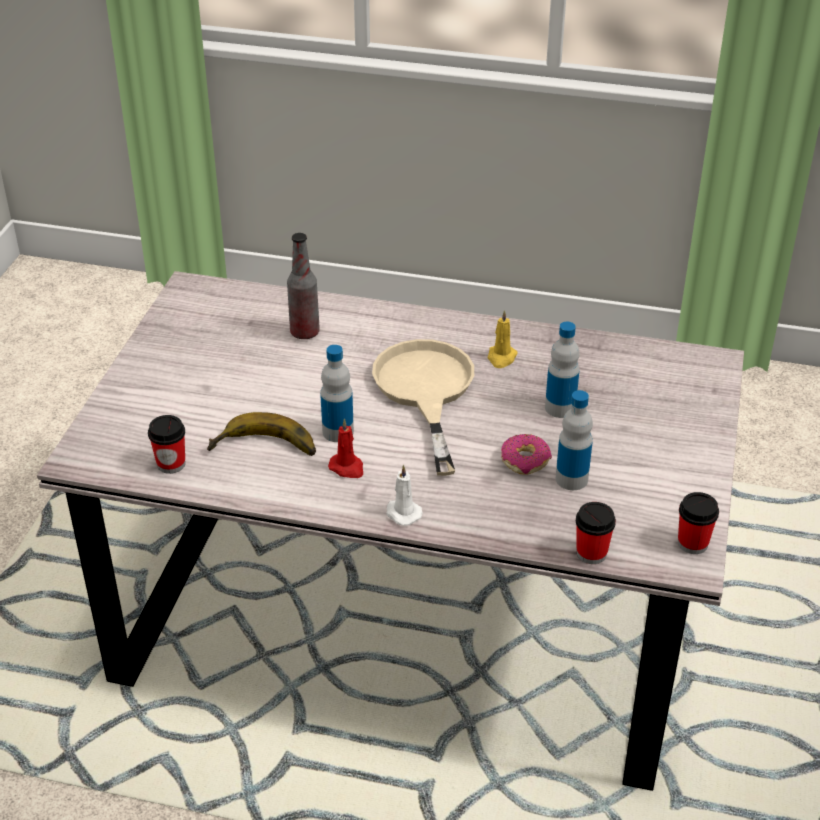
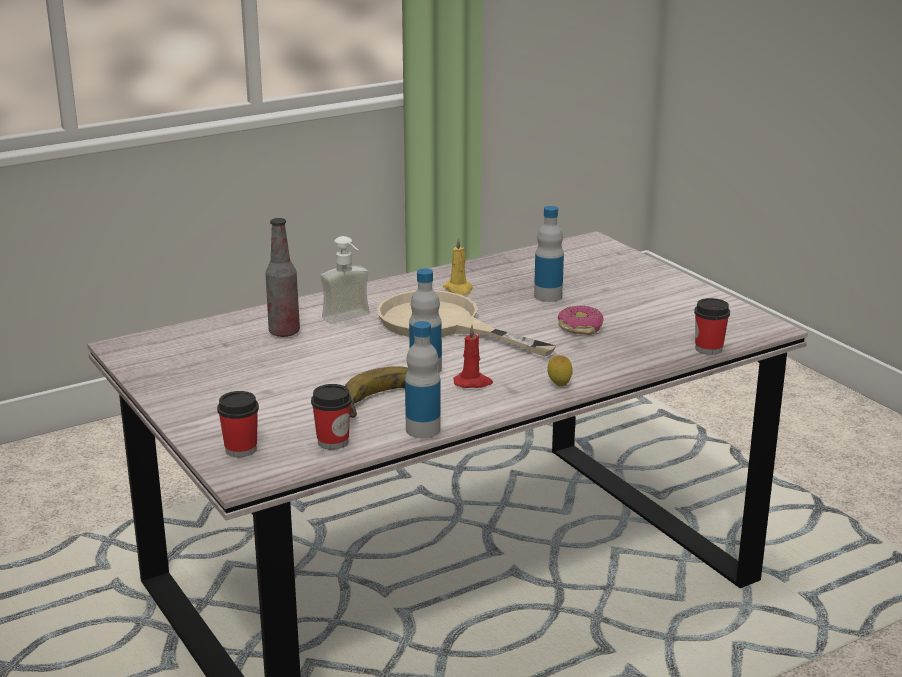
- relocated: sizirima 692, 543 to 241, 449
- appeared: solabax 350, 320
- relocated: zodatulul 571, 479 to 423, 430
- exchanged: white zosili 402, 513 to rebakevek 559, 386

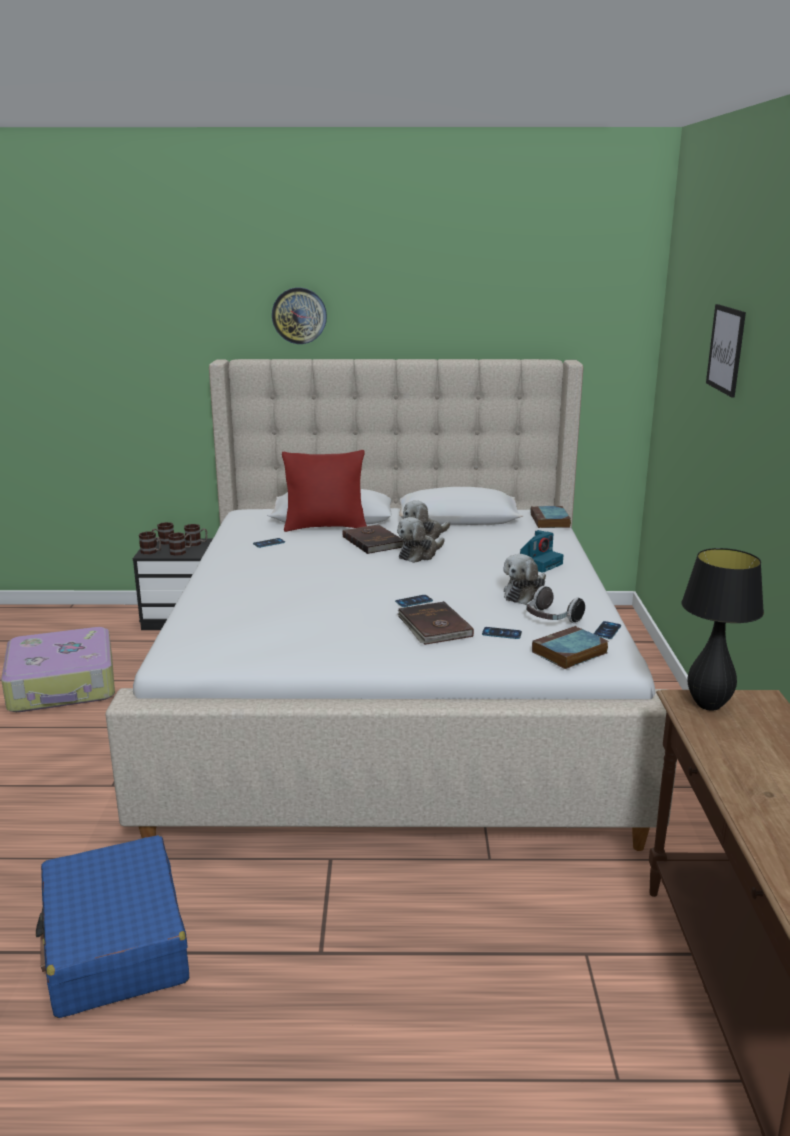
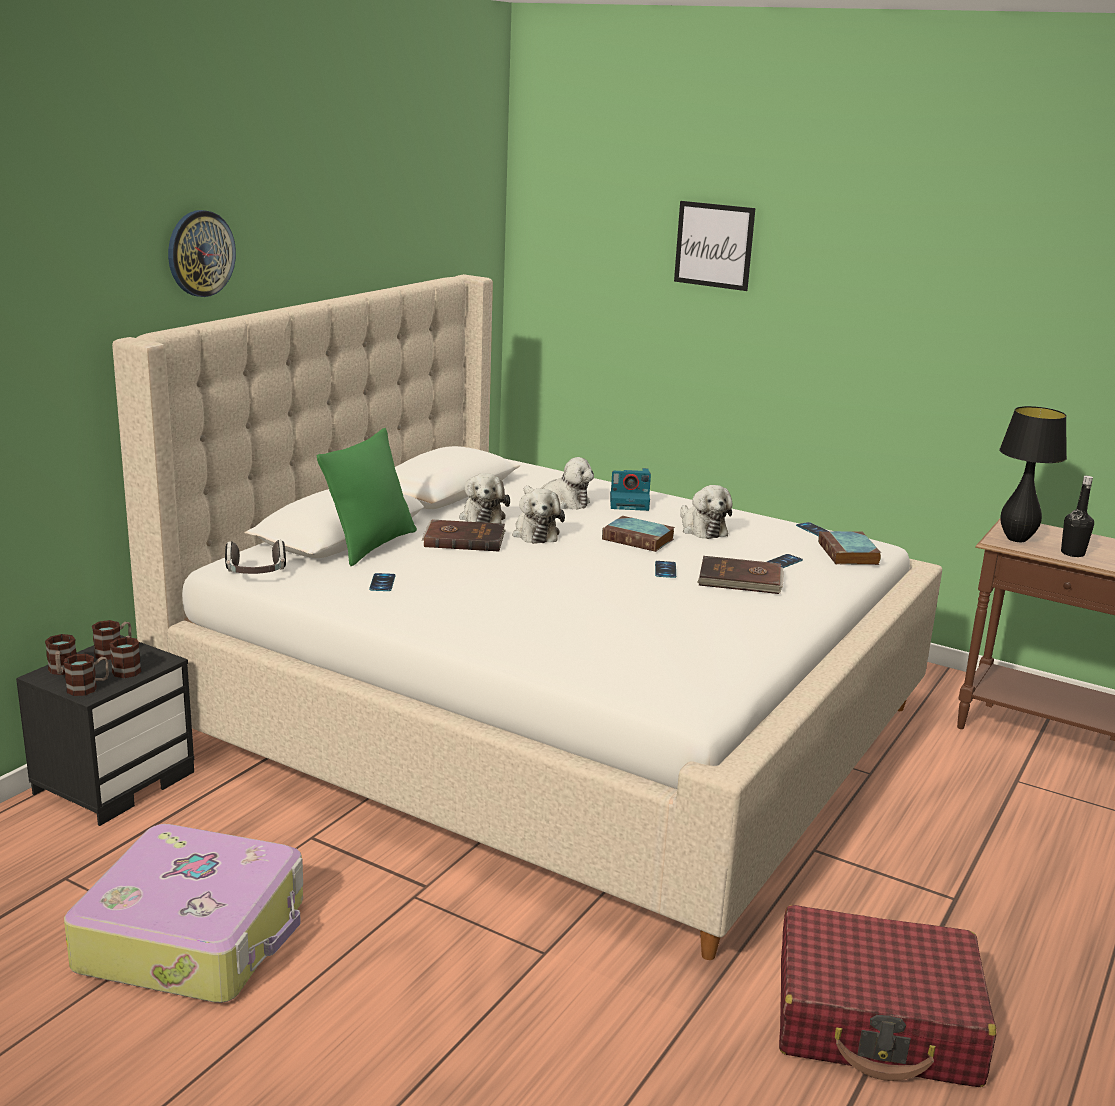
- relocated: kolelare 551, 619 to 256, 574
- colour: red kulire 325, 527 to green kulire 371, 545
- appeared: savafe 562, 502
- relocated: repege 550, 521 to 639, 539
- spun: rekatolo 538, 563 = 630, 503 105 degrees clockwise
- colour: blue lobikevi 115, 943 to red lobikevi 876, 1021
- appeared: black zodatulul 1072, 553

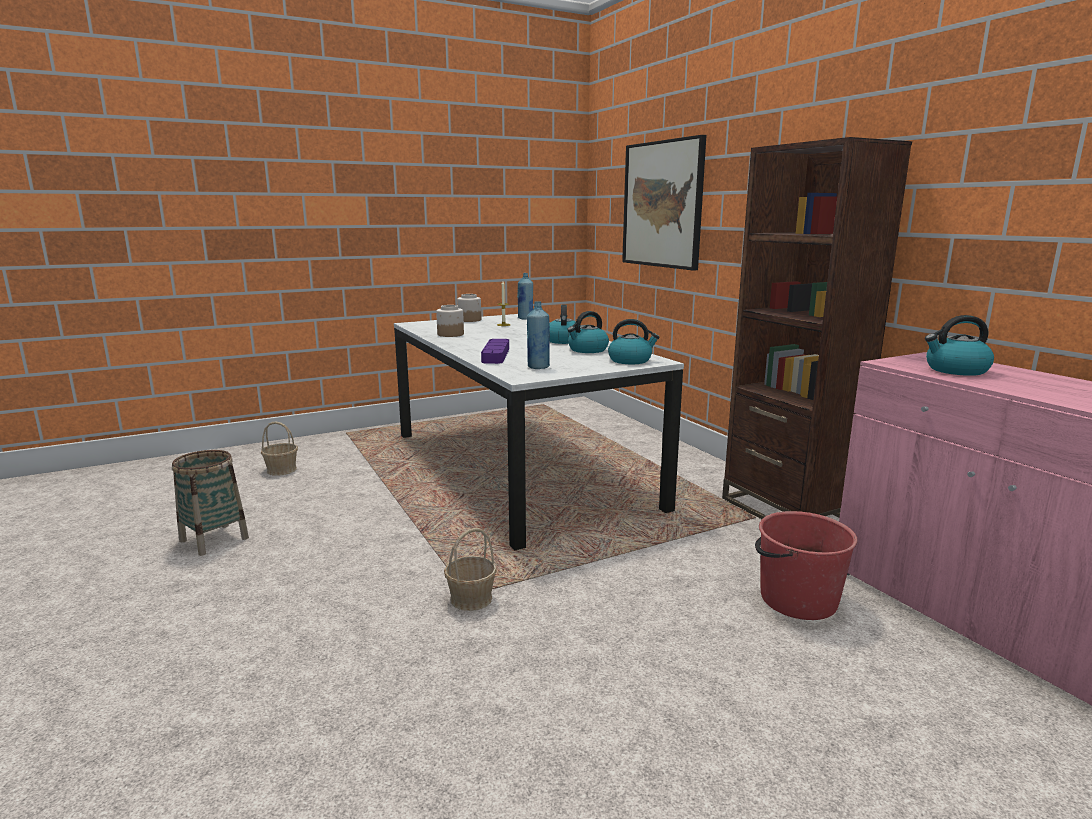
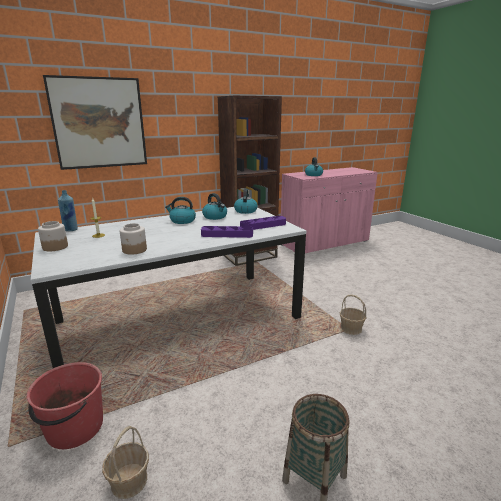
- relocated: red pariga 796, 599 to 74, 428
- exchanged: blue zodatulul 538, 367 to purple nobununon 263, 226

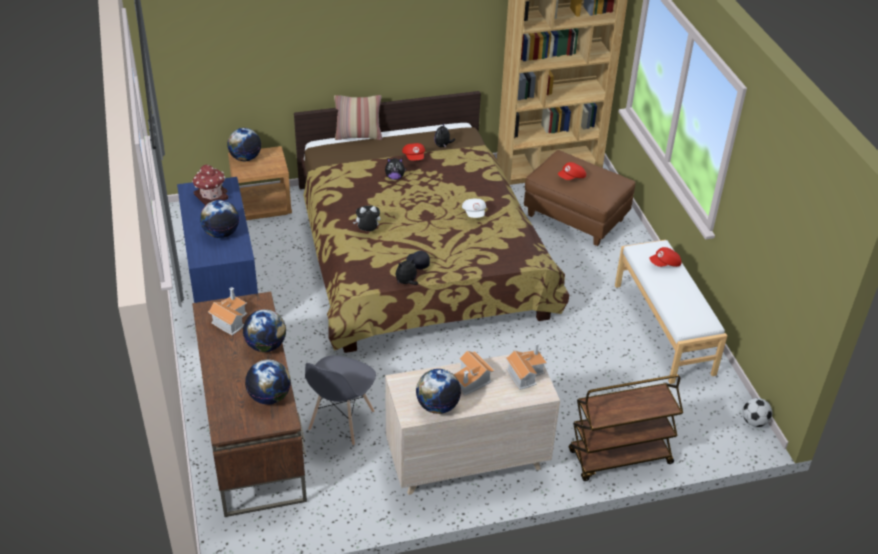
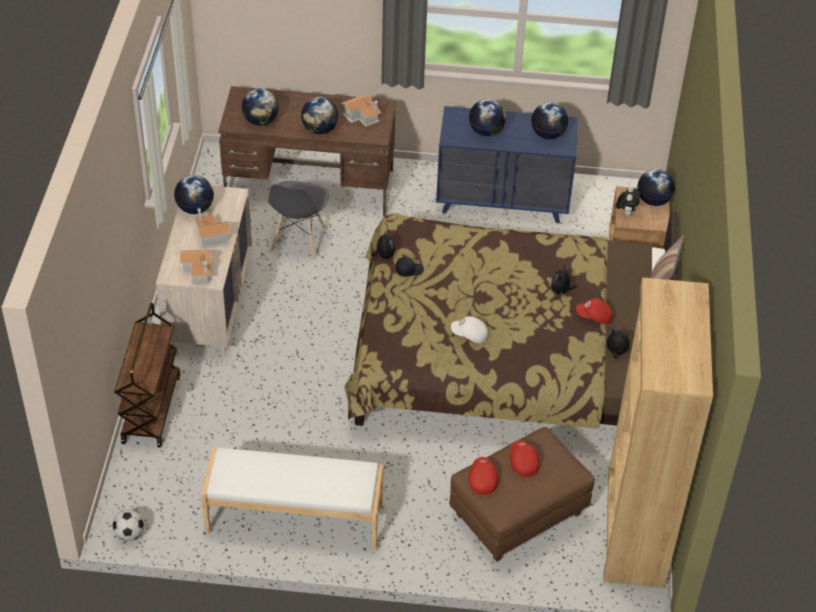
- spun: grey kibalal 341, 421 = 298, 240 120 degrees counterclockwise
- relocated: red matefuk 665, 264 to 482, 480
- exchanged: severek 211, 196 to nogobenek 548, 134
- relocated: savafe 367, 231 to 626, 213

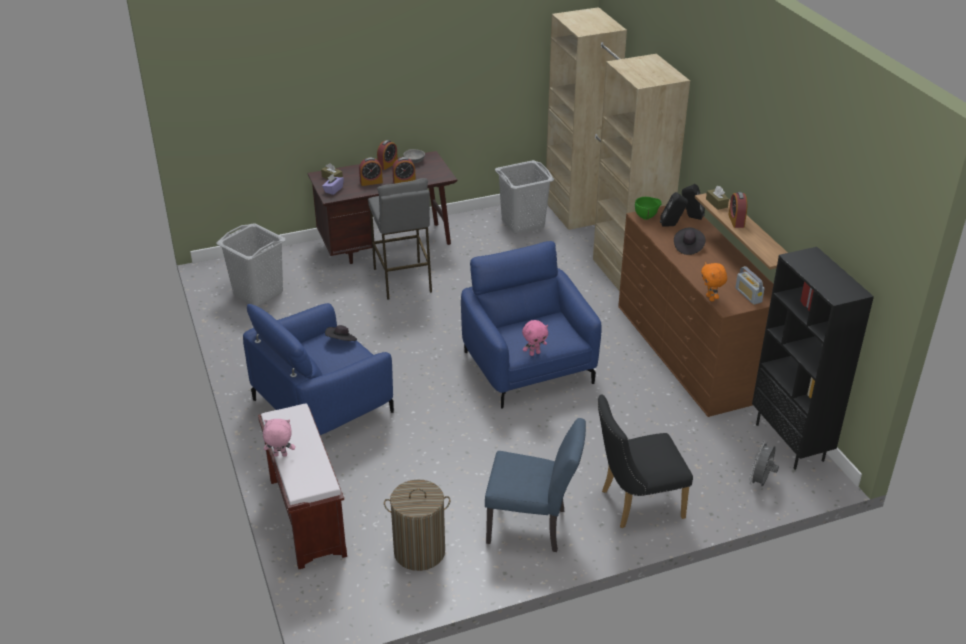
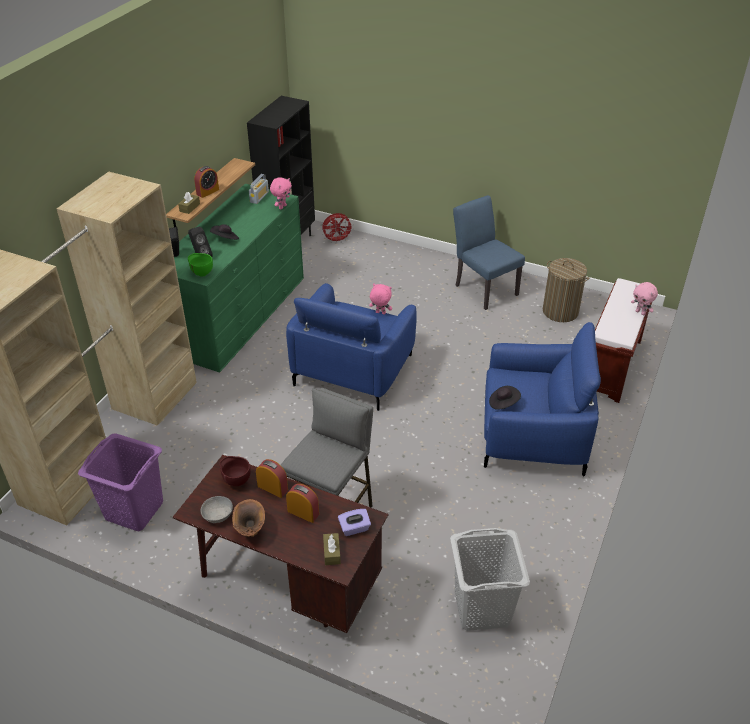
- colour: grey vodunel 522, 223 to purple vodunel 134, 510
- colour: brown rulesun 691, 351 to green rulesun 238, 314
- appeared: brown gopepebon 236, 481
- exchanged: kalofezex 387, 164 to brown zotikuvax 250, 531
- colour: orange savafe 711, 298 to pink savafe 282, 207
- colour: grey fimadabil 760, 482 to red fimadabil 337, 240
- missing: black kibalal 635, 504

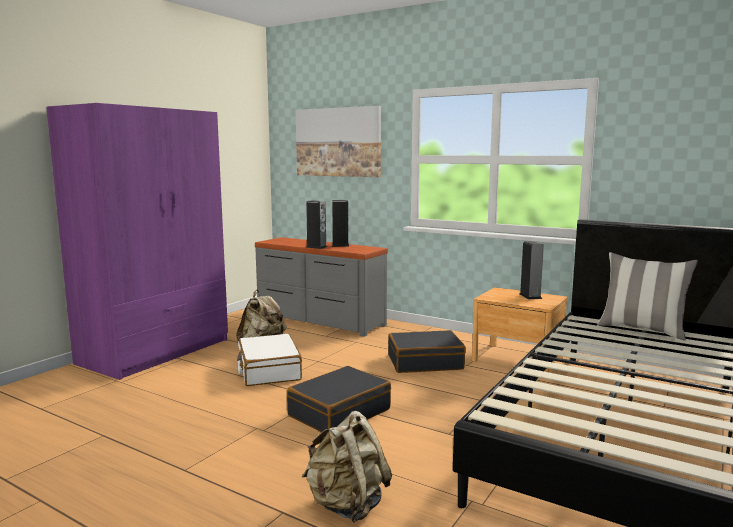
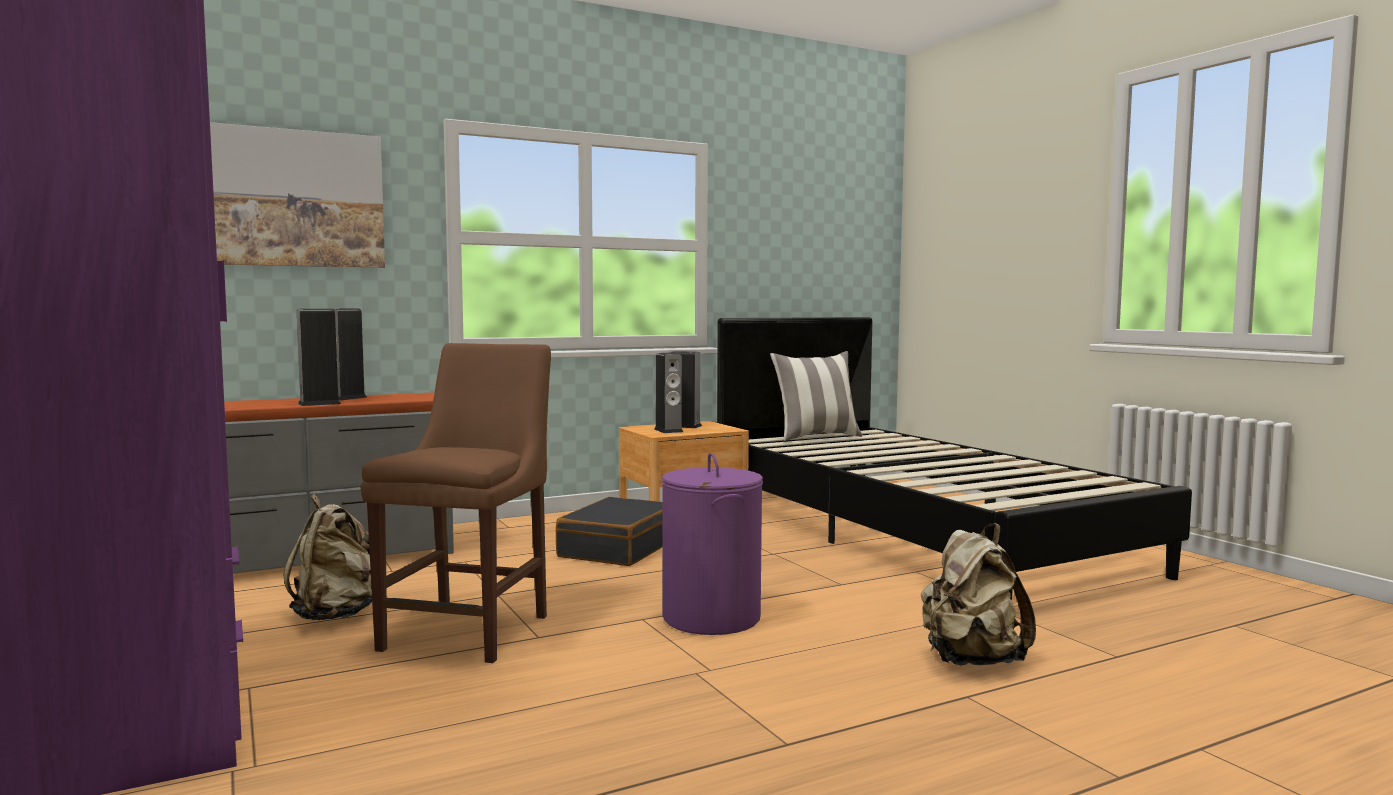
- exchanged: white lobikevi 268, 370 to brown kibalal 471, 629
- appeared: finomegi 668, 430
- exchanged: black lobikevi 339, 412 to purple vodunel 712, 618

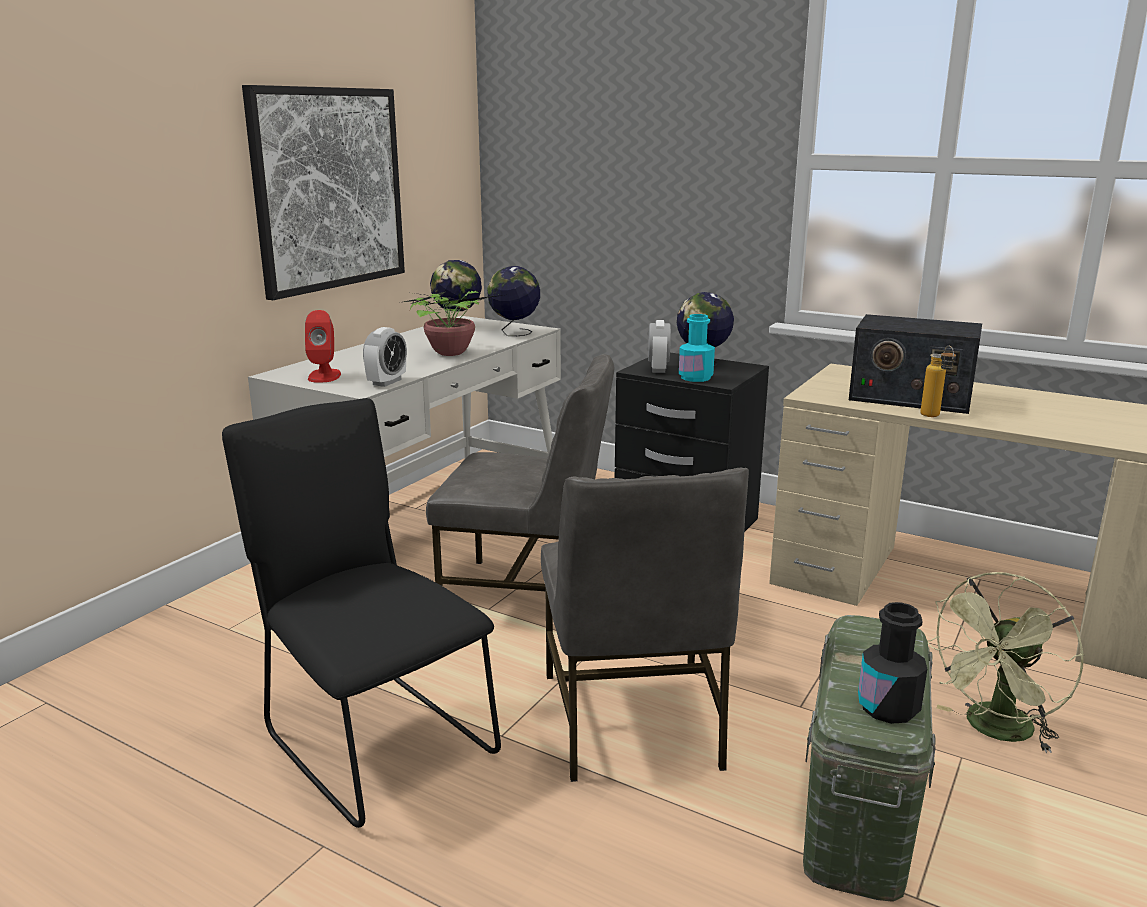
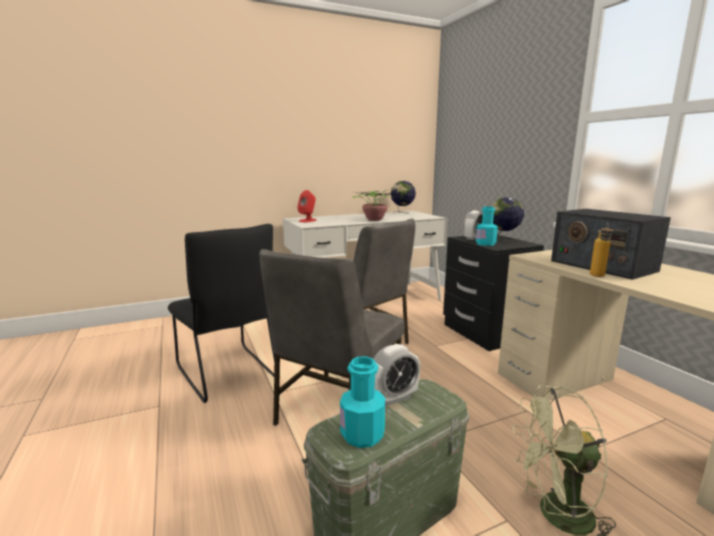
- spun: black kibalal 373, 739 = 228, 375 150 degrees clockwise
- colour: black zodatulul 888, 707 to turquoise zodatulul 362, 435
- relocated: kalofezex 387, 382 to 394, 398
- missing: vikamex 329, 189
- missing: nogobenek 514, 333

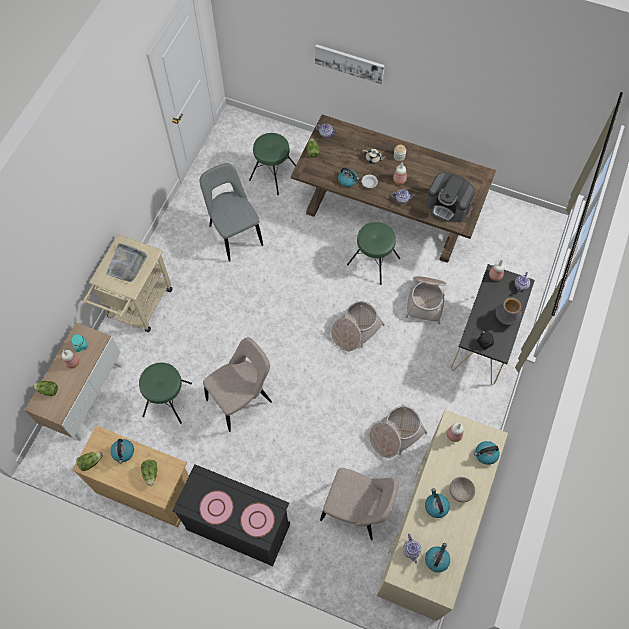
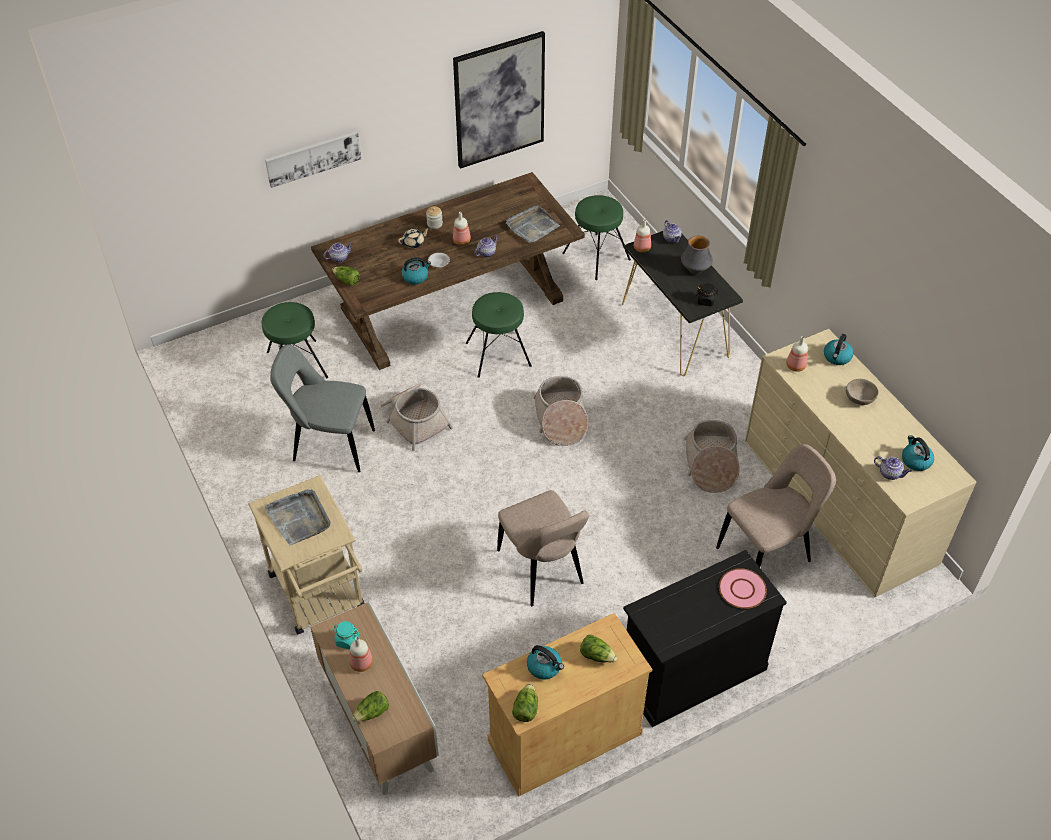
- relocated: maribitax 426, 300 to 414, 420
- appeared: vikamex 499, 100
- spun: beige kibalal 242, 399 = 542, 570 150 degrees clockwise
- exchanged: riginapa 448, 205 to grey nobununon 532, 226
- relocated: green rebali 168, 399 to 596, 256
- missing: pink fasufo 216, 507
- missing: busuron 436, 506

